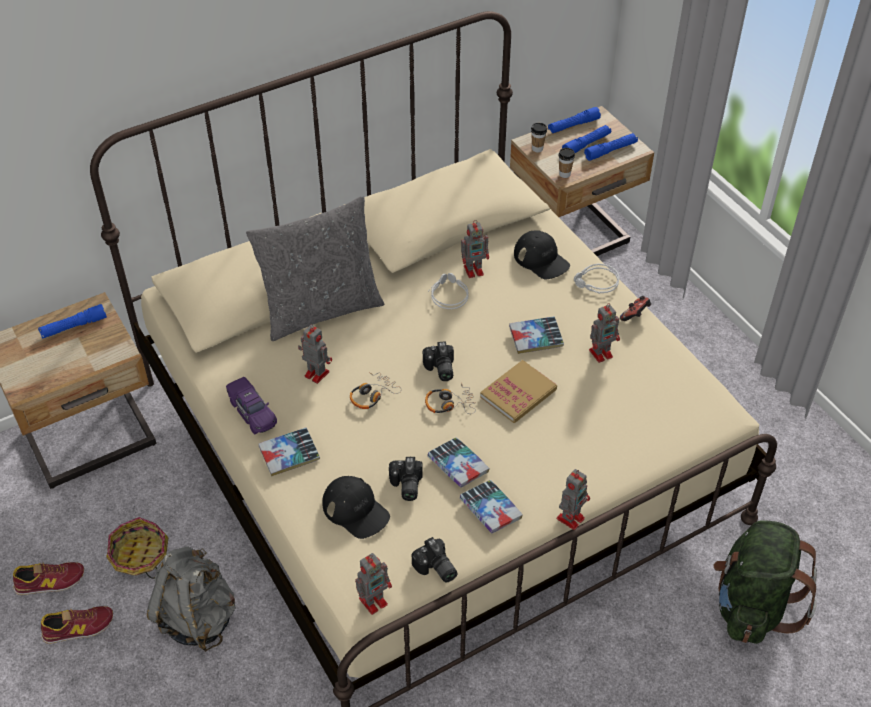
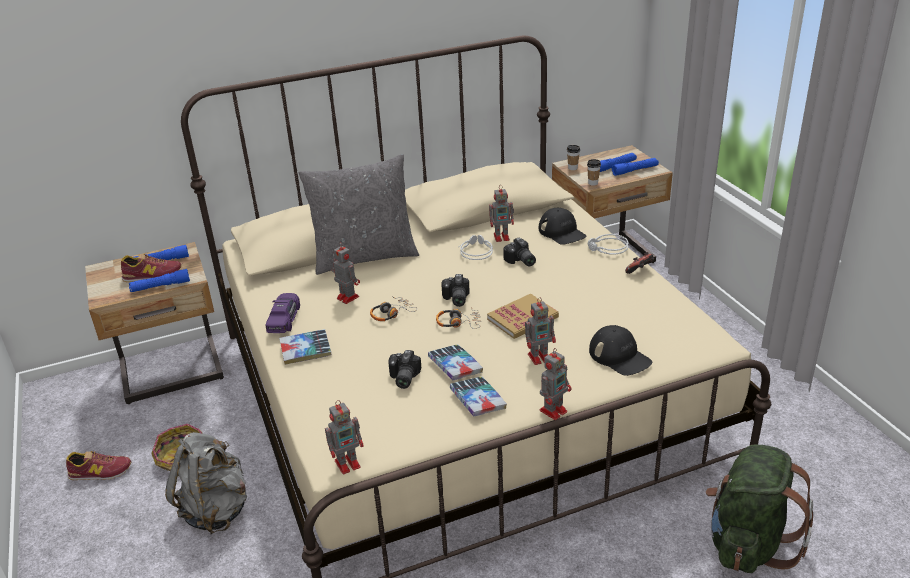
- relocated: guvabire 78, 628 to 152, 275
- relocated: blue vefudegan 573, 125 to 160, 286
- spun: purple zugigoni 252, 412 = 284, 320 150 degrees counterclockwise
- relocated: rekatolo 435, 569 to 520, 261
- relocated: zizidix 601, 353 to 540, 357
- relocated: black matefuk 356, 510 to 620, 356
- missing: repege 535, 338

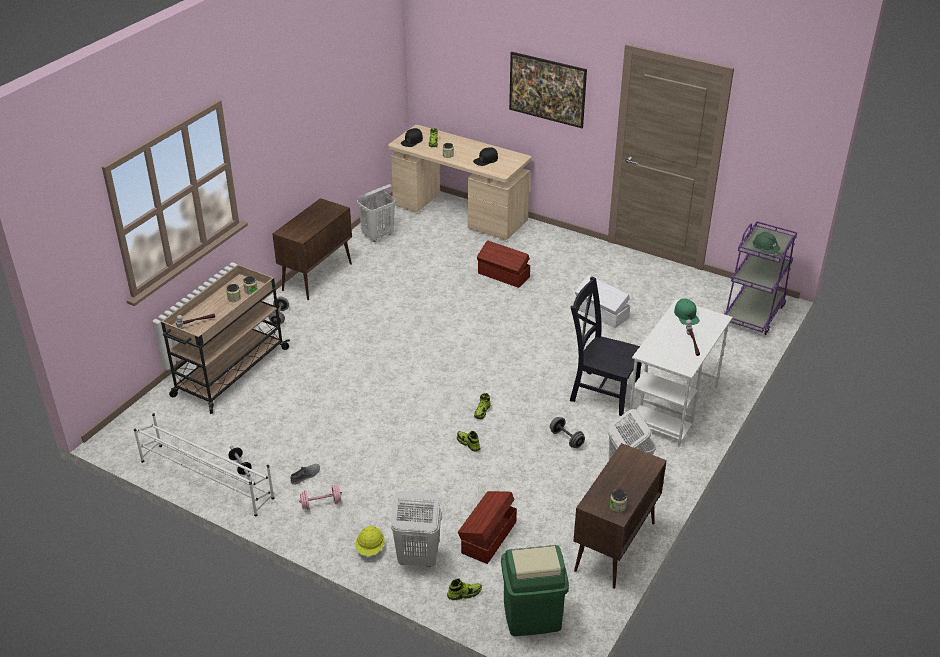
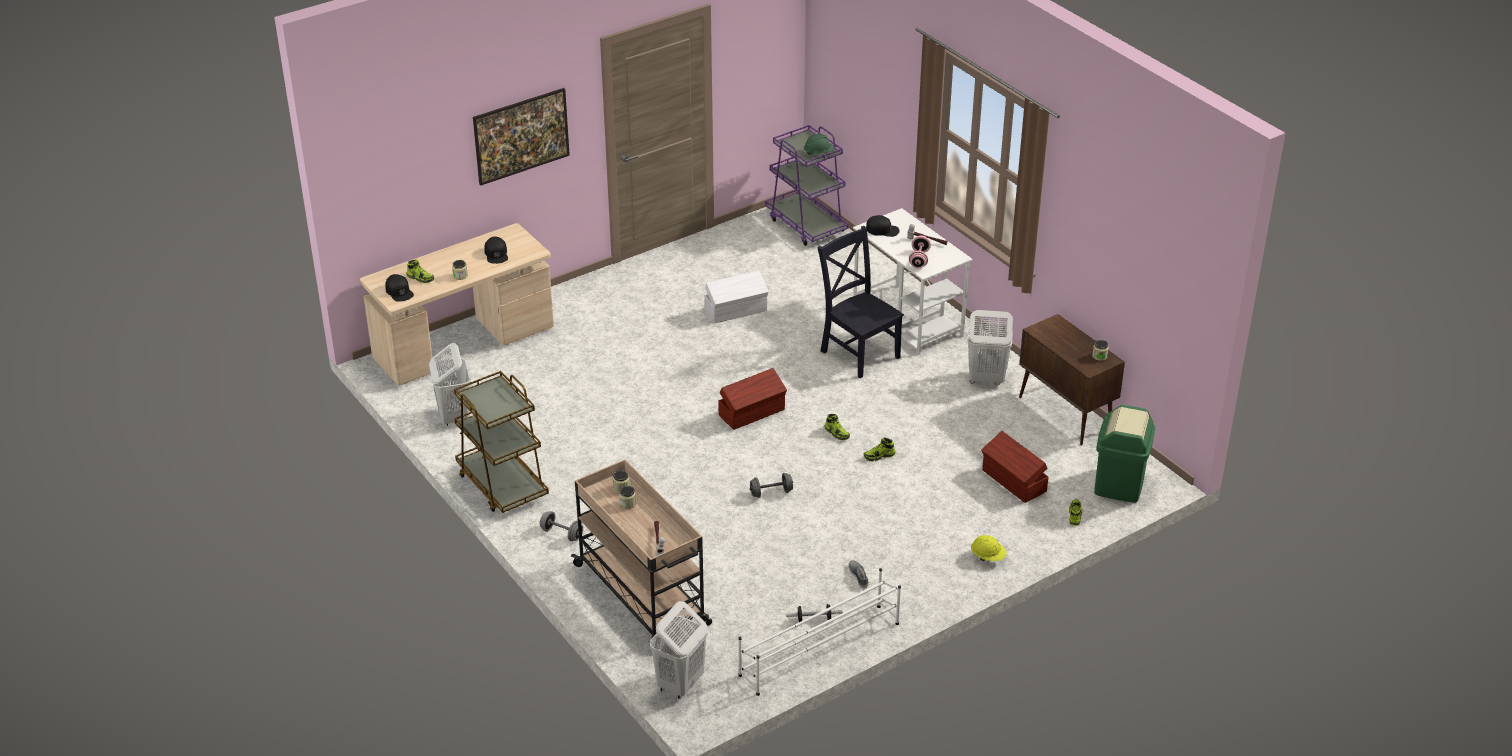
- exchanged: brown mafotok 317, 277 to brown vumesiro 502, 485
- relocated: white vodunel 417, 558 to 680, 684
- relocated: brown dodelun 503, 276 to 752, 412
- relocated: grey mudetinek 566, 439 to 771, 493
- spun: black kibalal 601, 392 = 858, 352 90 degrees clockwise
- colour: green matefuk 686, 315 to black matefuk 882, 230
- relocated: pink mudetinek 321, 504 to 919, 259

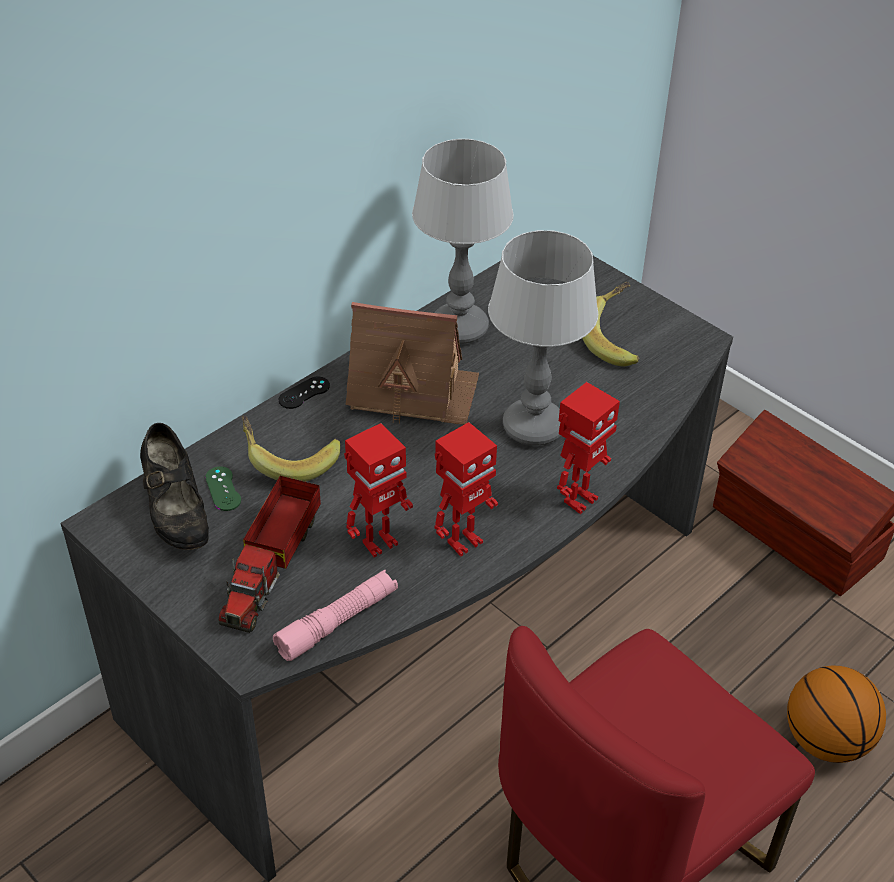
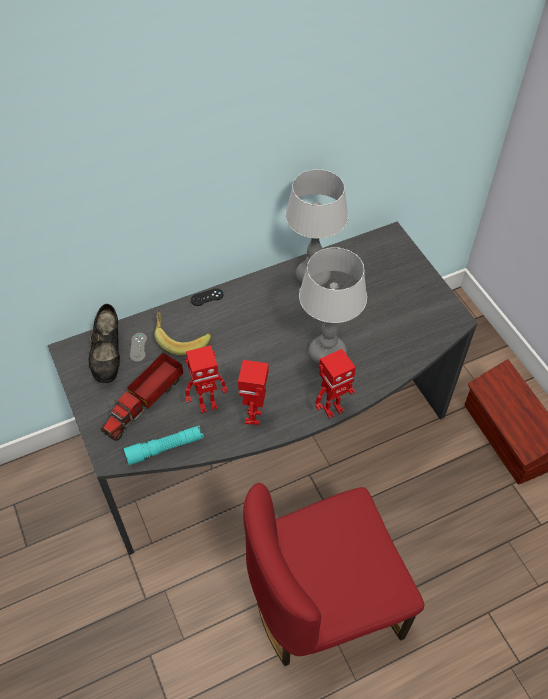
- colour: pink vefudegan 338, 622 to turquoise vefudegan 165, 448
- colour: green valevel 223, 489 to grey valevel 138, 347
- spun: zizidix 463, 541 = 254, 417 120 degrees clockwise
- missing: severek 412, 391
- missing: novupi 616, 340
- missing: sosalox 826, 741

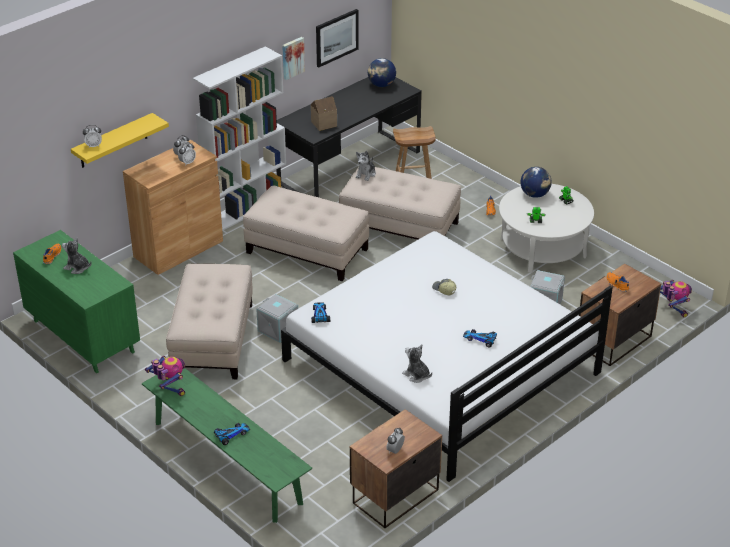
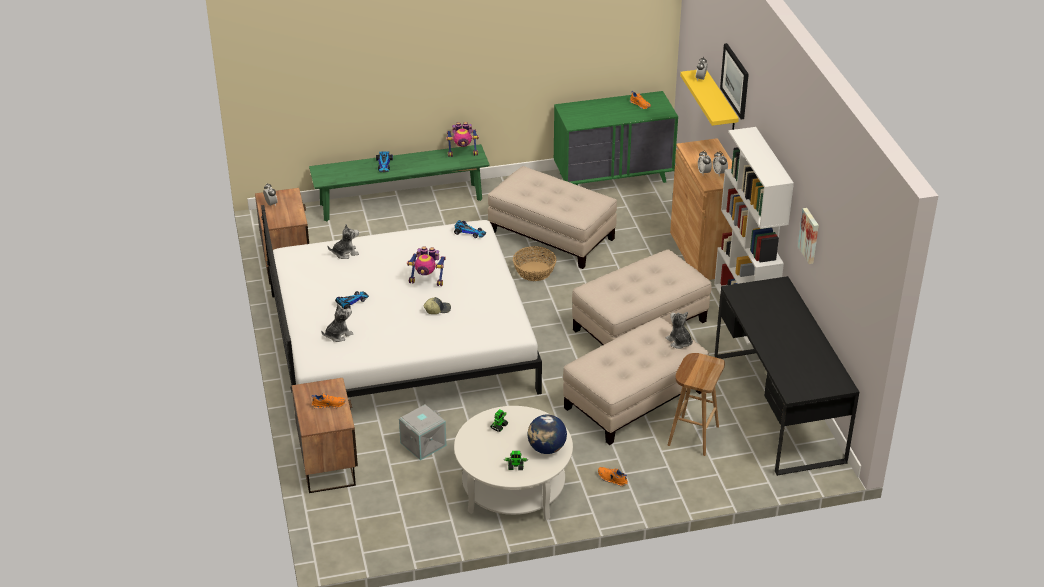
- relocated: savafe 77, 268 to 338, 335
- relocated: zizidix 672, 309 to 427, 281
- exchanged: grey dodelun 277, 329 to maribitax 534, 271
- relocated: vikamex 336, 37 to 735, 81
- missing: severek 323, 123
- missing: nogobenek 381, 85

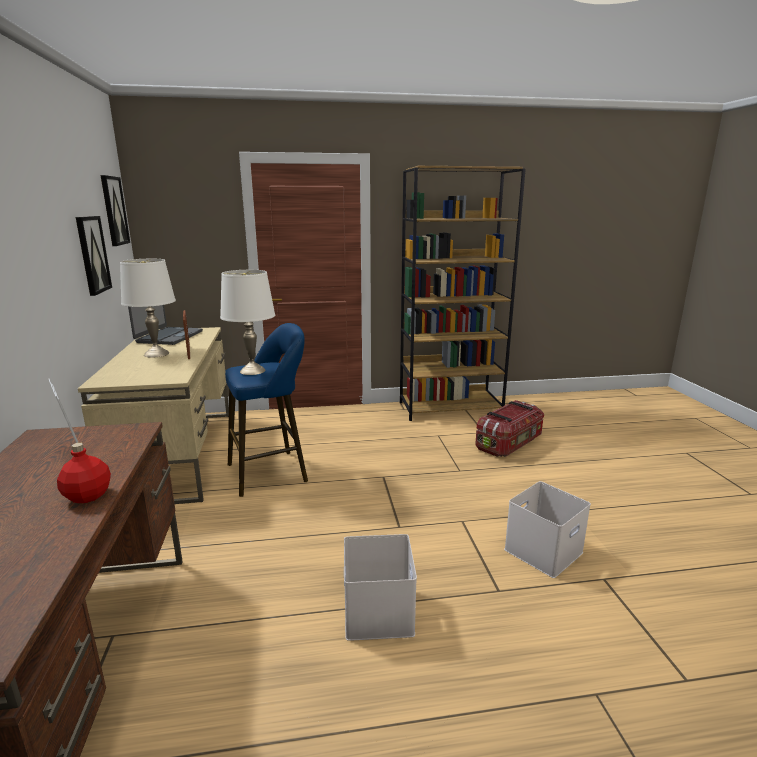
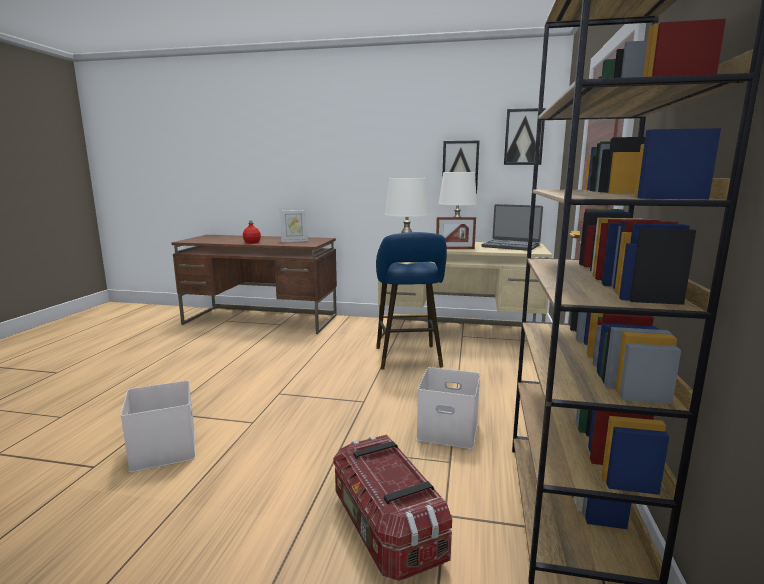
- relocated: white dodelun 376, 610 to 449, 430

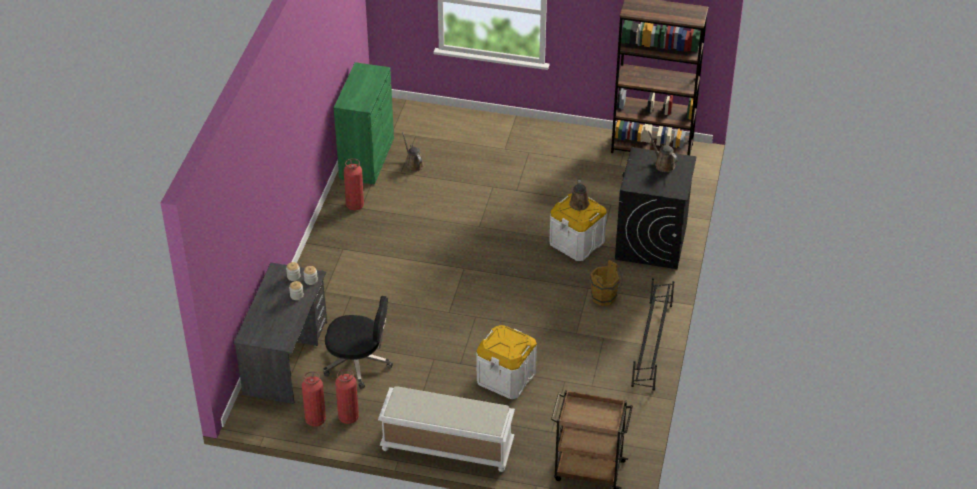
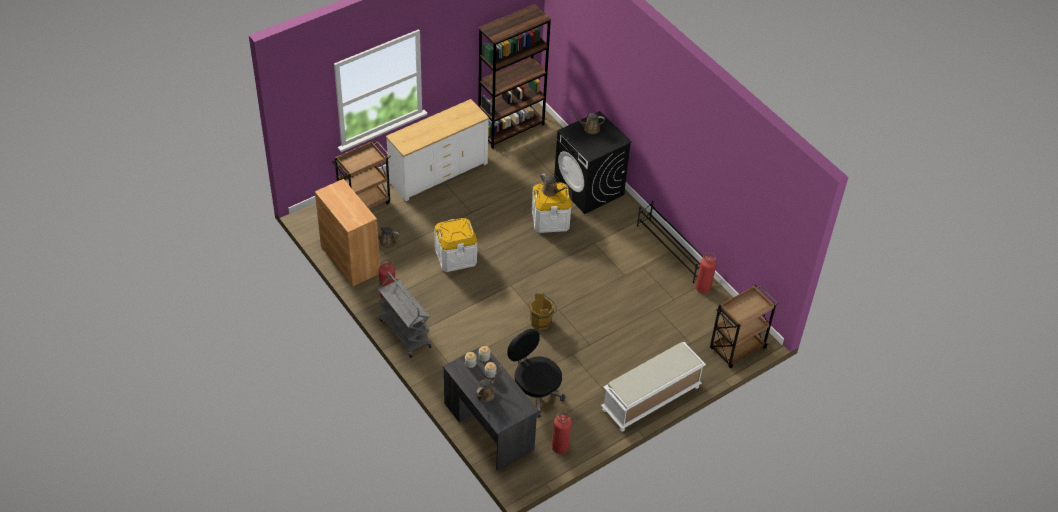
- colour: green mafotok 367, 158 to brown mafotok 350, 259
- appeared: brown vumesiro 364, 203
- appeared: grey vumesiro 404, 333
- appeared: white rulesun 438, 173
- relocated: white dodelun 506, 377 to 455, 256
- appeared: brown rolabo 486, 393
- spun: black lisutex 358, 363 = 534, 392 90 degrees counterclockwise
- relocated: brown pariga 605, 298 to 542, 322
- relocated: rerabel 348, 417 to 703, 288

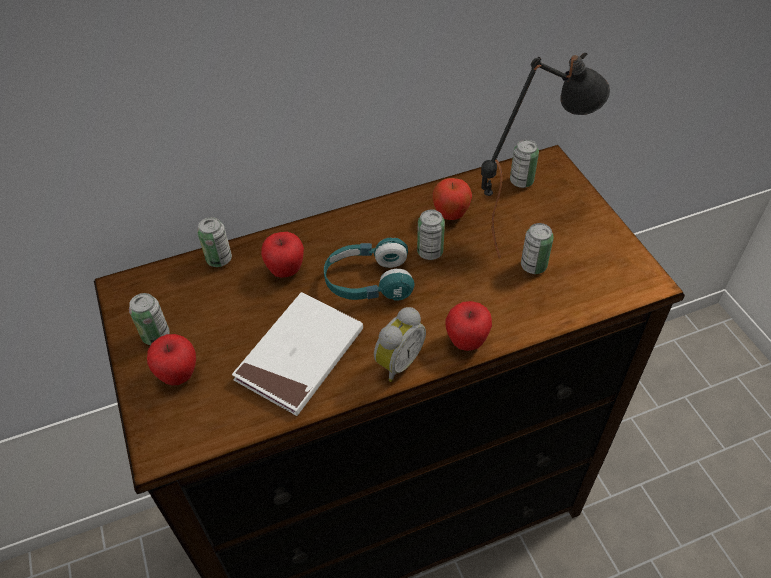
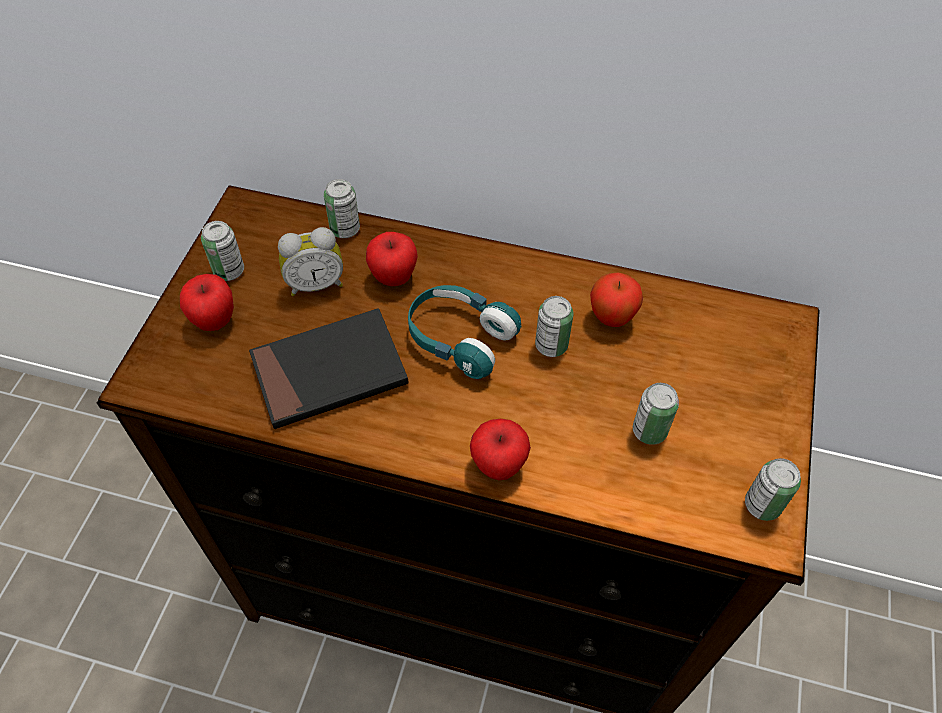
- colour: white repege 300, 356 to black repege 329, 372
- relocated: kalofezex 397, 362 to 315, 283
- relocated: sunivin 521, 181 to 762, 505
- missing: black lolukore 524, 229

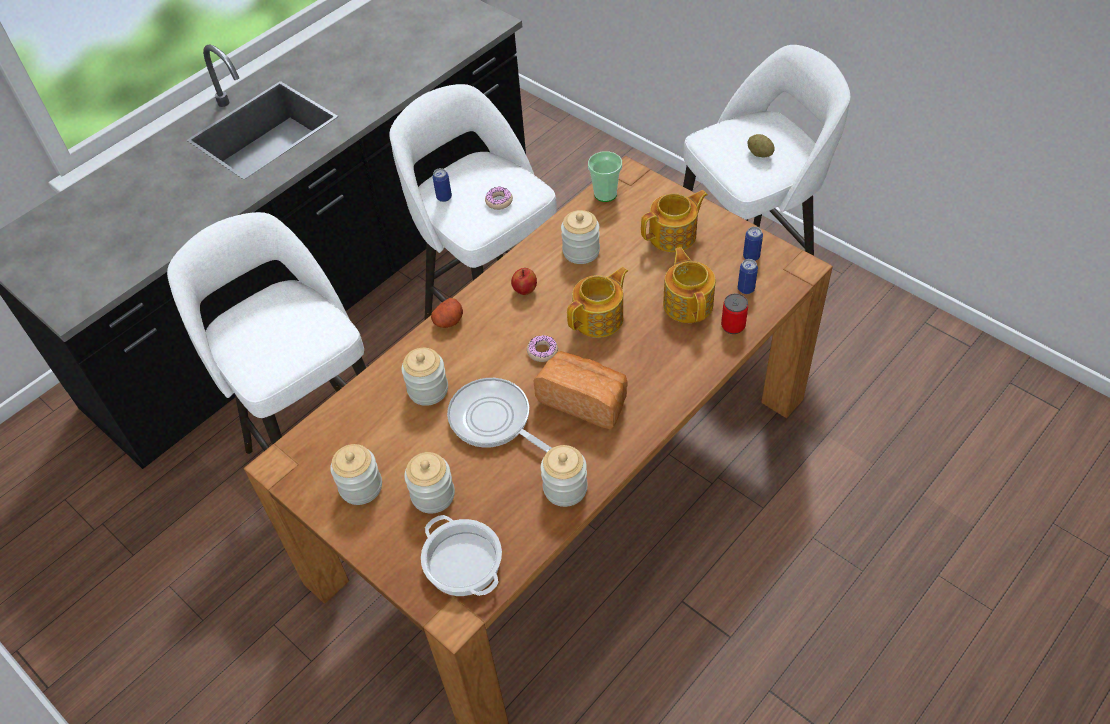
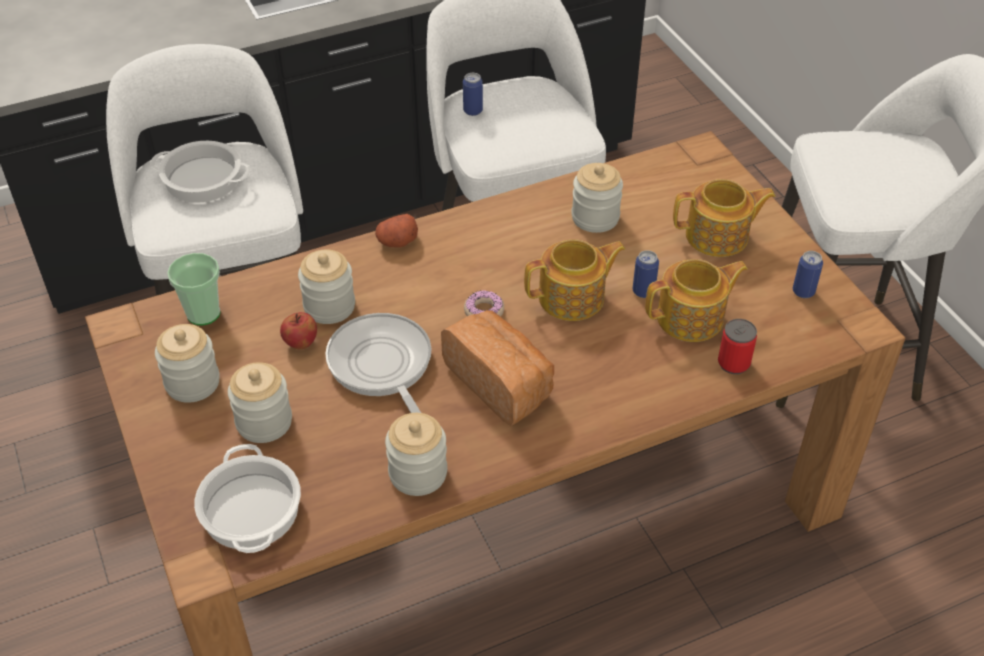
- appeared: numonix 201, 179
- relocated: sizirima 605, 194 to 203, 313
- relocated: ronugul 525, 290 to 300, 343
- relocated: sunivin 746, 288 to 643, 291
- spun: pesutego 688, 303 = 692, 318 60 degrees clockwise
- missing: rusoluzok 499, 201
- missing: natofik 759, 154

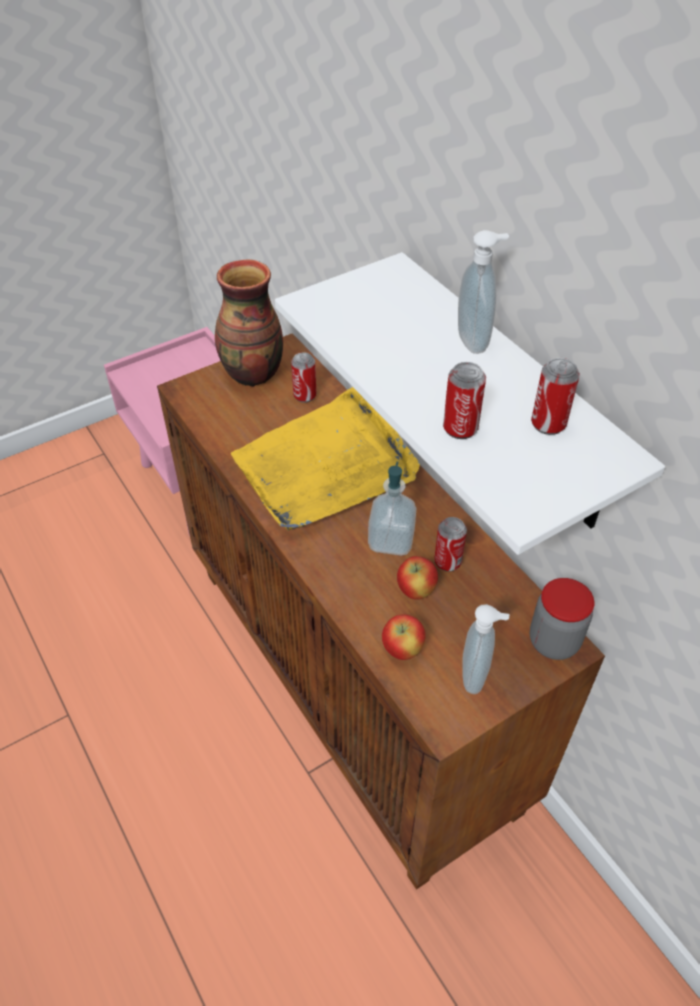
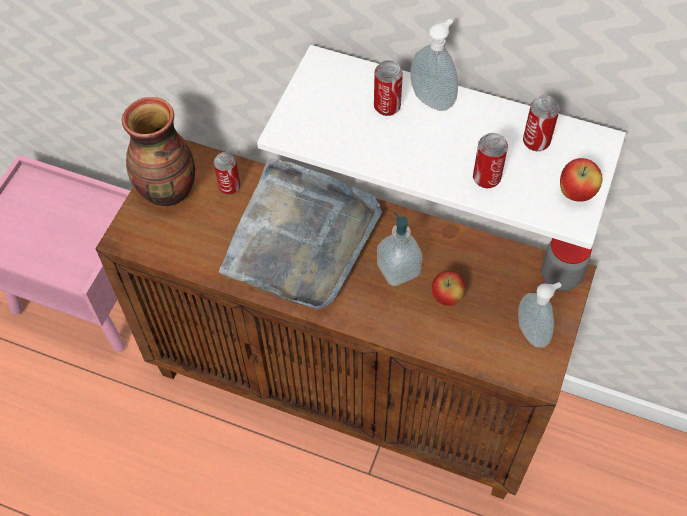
- colour: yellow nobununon 326, 466 to grey nobununon 300, 238
- relocated: sunivin 447, 562 to 387, 107
- relocated: ronugul 402, 650 to 576, 193

